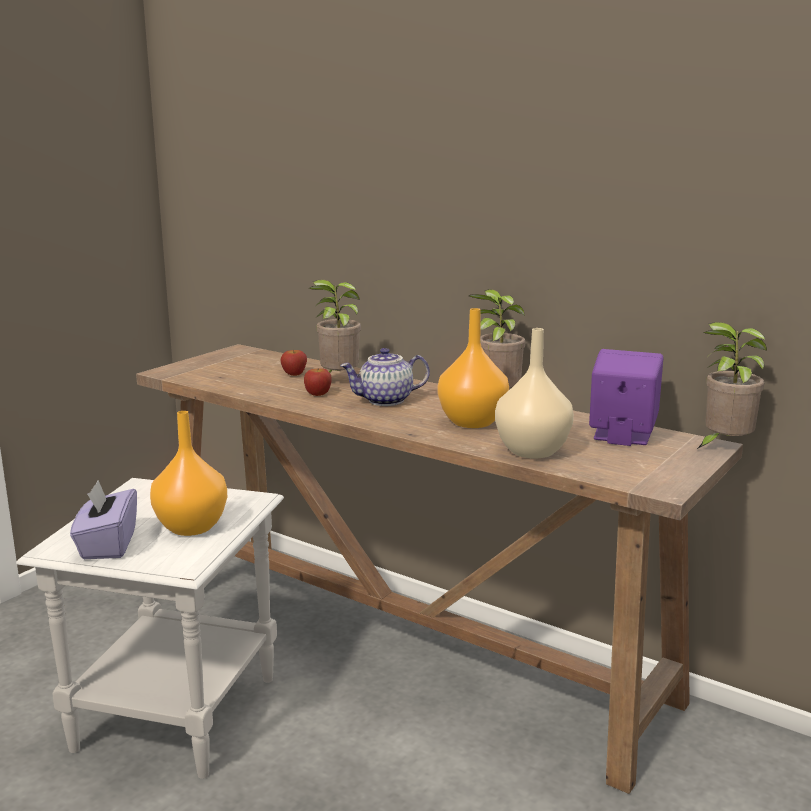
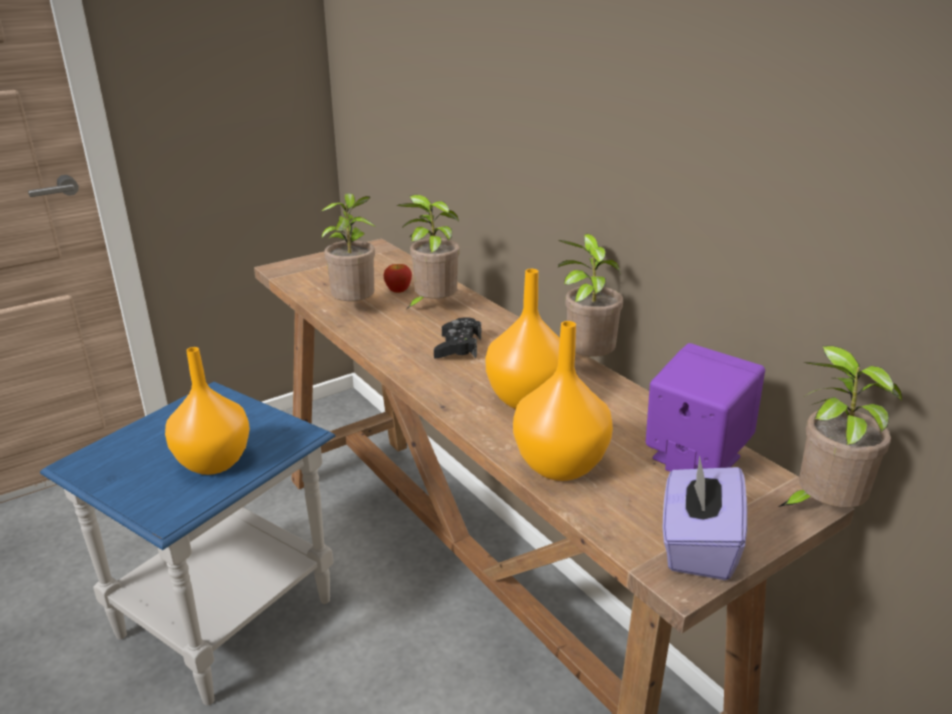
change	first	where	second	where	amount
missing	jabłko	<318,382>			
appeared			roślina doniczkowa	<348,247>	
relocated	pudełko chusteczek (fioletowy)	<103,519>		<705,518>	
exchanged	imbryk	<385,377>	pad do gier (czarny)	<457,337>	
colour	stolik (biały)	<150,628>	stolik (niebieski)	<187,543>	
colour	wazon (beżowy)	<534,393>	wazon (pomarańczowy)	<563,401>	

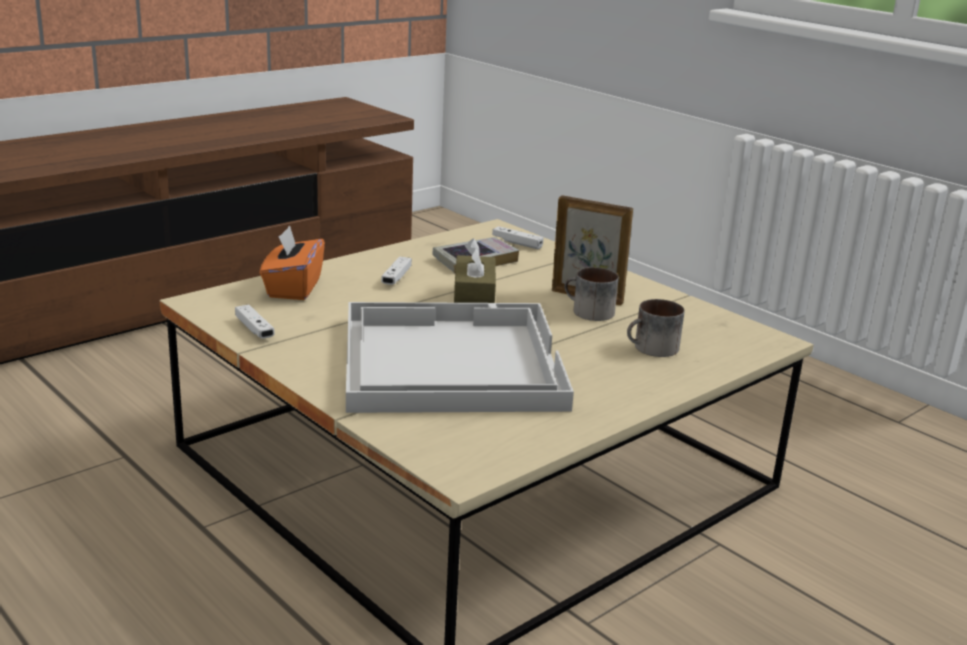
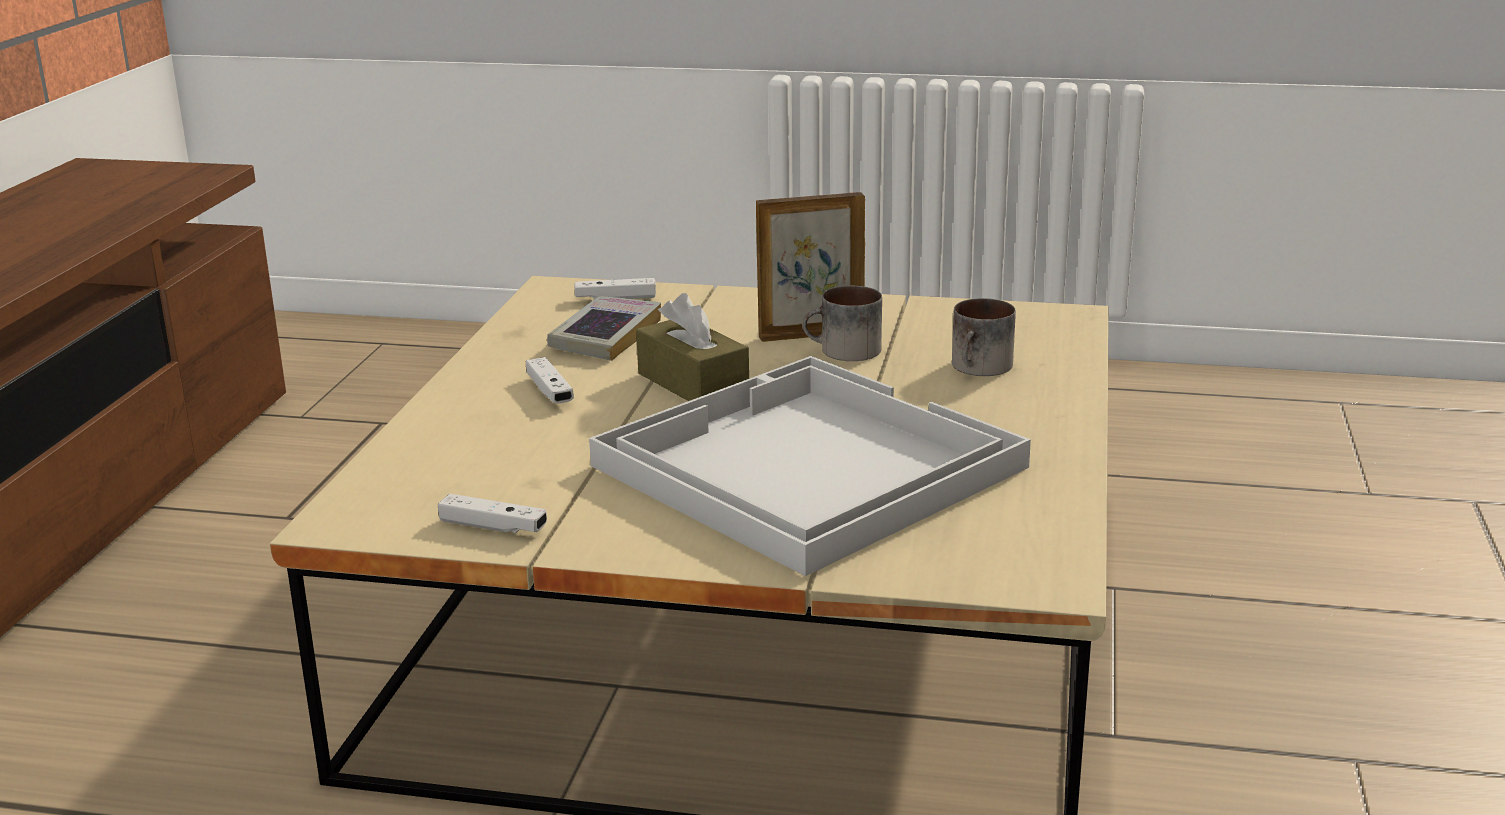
change	first	where	second	where	amount
missing	pudełko chusteczek (pomarańczowy)	<292,262>			

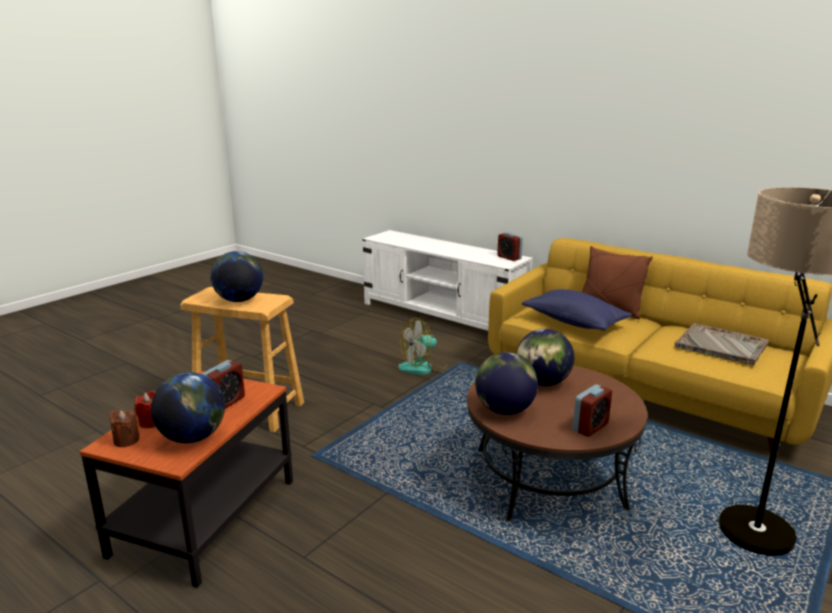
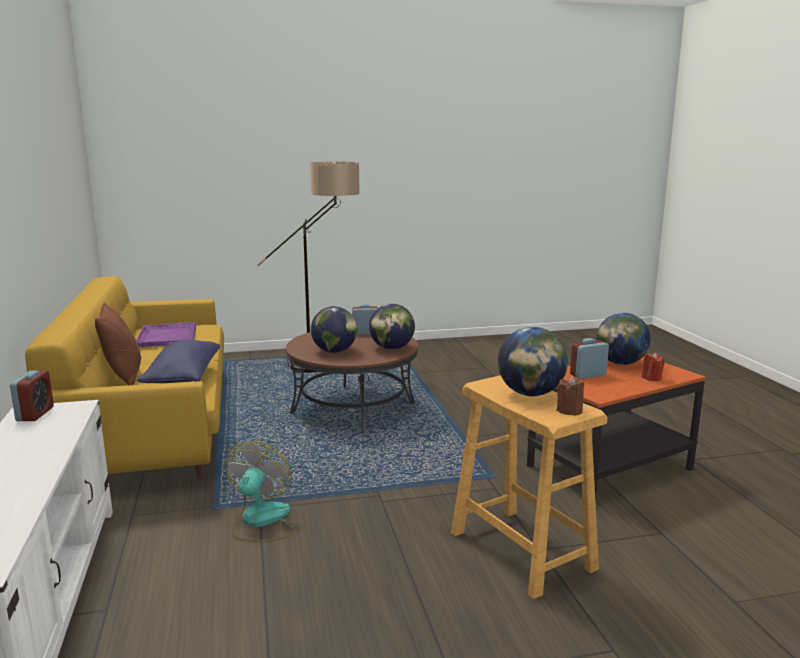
change	first	where	second	where	amount
relocated	świeca (brązowy)	<124,428>		<571,396>	
colour	taca (szary)	<722,344>	taca (fioletowy)	<166,334>	
spun	wentylator	<422,346>		<260,491>	90 degrees counterclockwise

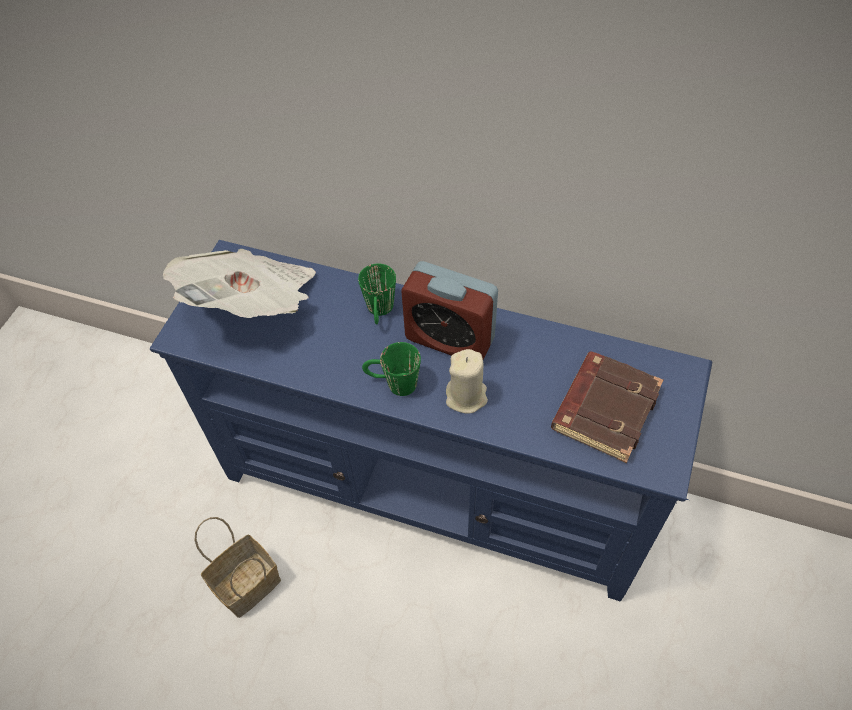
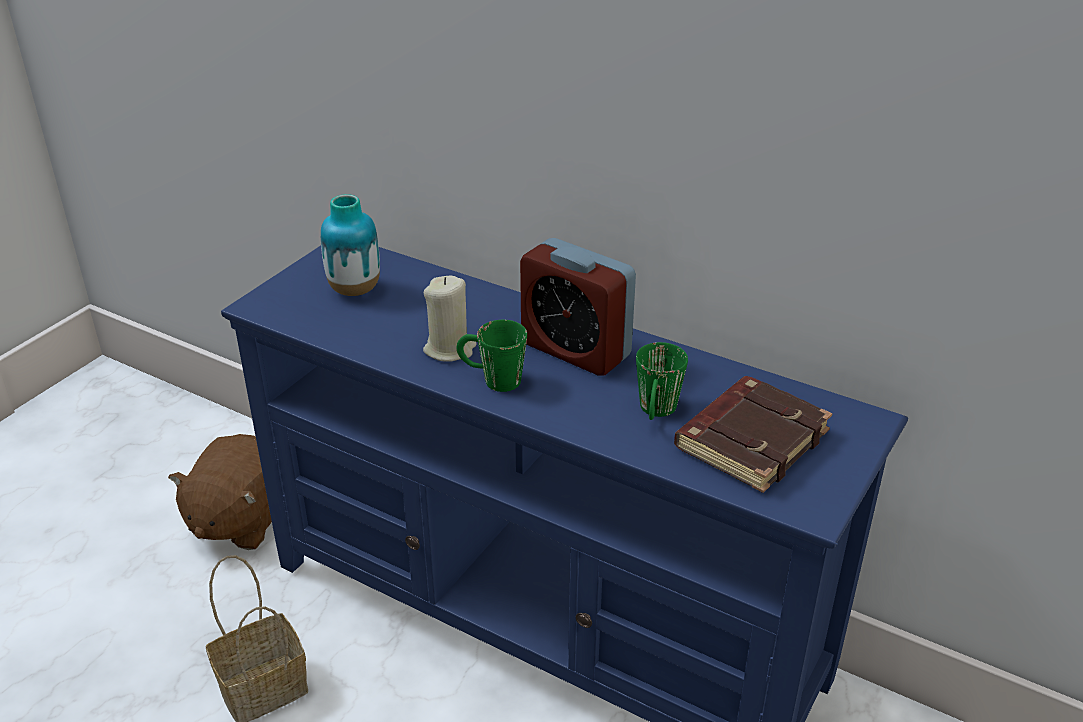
change	first	where	second	where	amount
appeared			pluszak (brązowy)	<220,492>	
relocated	kubek (zielony)	<377,294>		<662,381>	
relocated	świeca (beżowy)	<467,381>		<449,318>	
exchanged	gazeta	<239,283>	wazon	<350,245>	

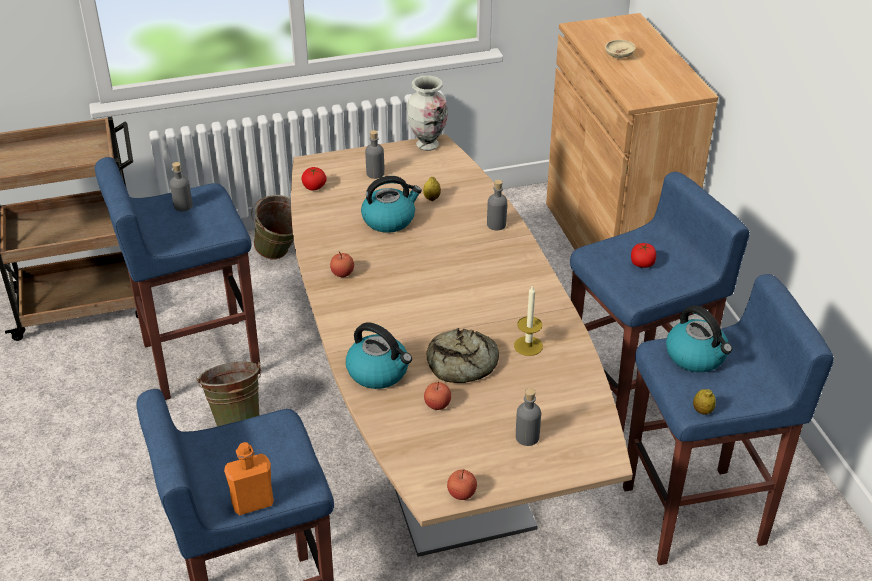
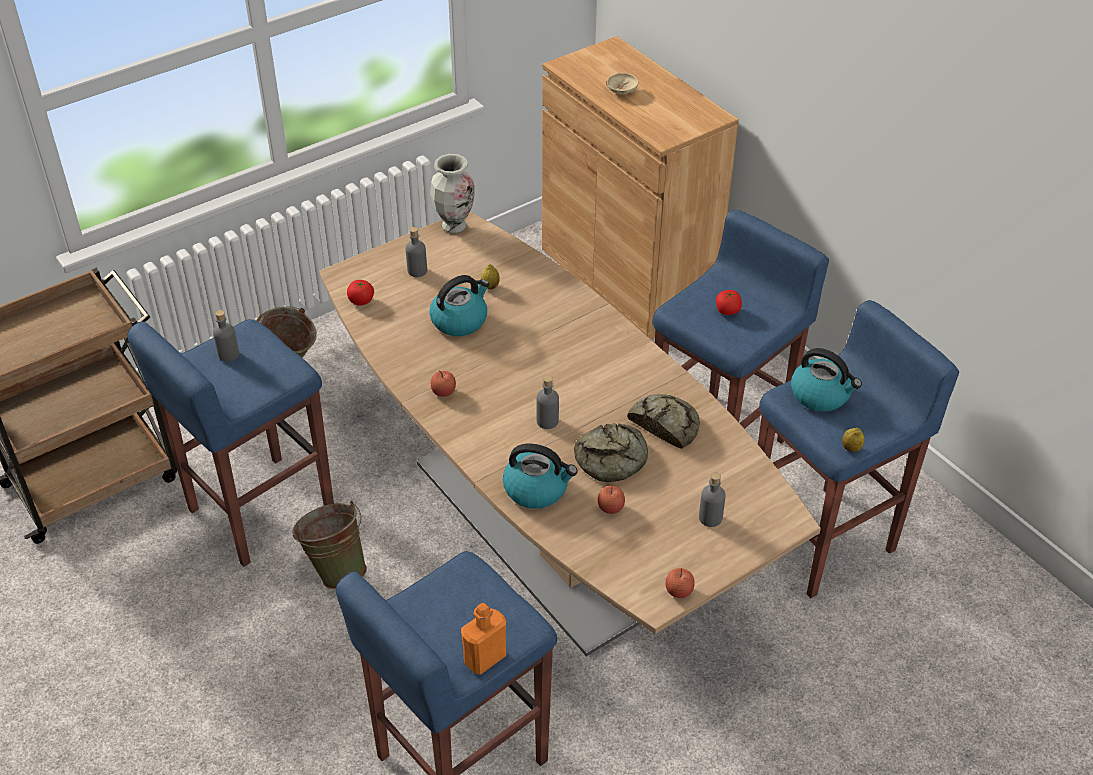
change	first	where	second	where	amount
relocated	butelka (szary)	<497,205>		<547,402>	
exchanged	świeca	<528,320>	chleb	<663,421>	

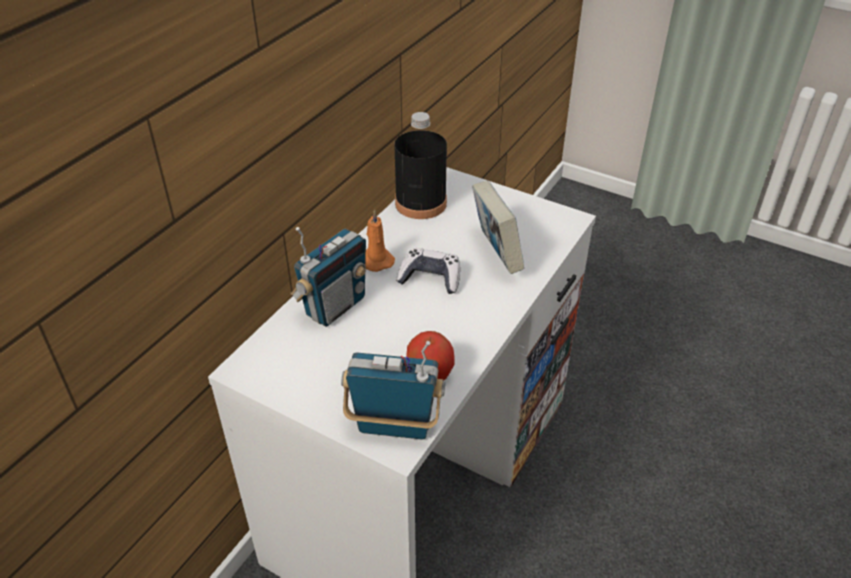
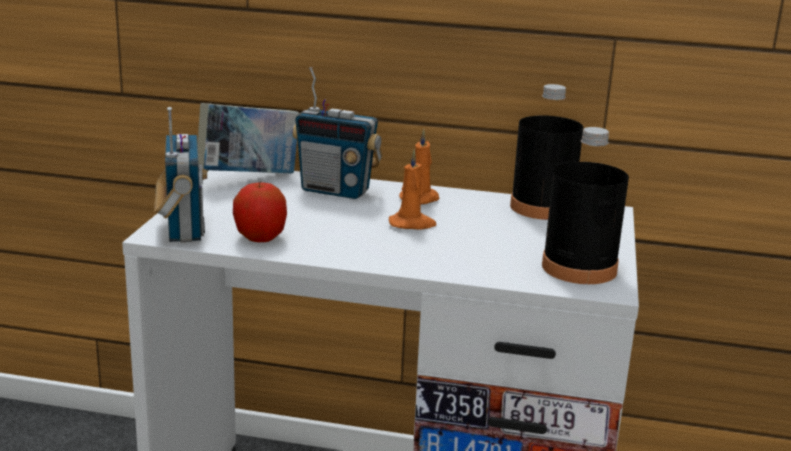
change	first	where	second	where	amount
appeared			butelka (czarny)	<585,205>	
relocated	książka	<498,227>		<248,138>	
exchanged	pad do gier	<428,271>	świeca (pomarańczowy)	<413,189>	

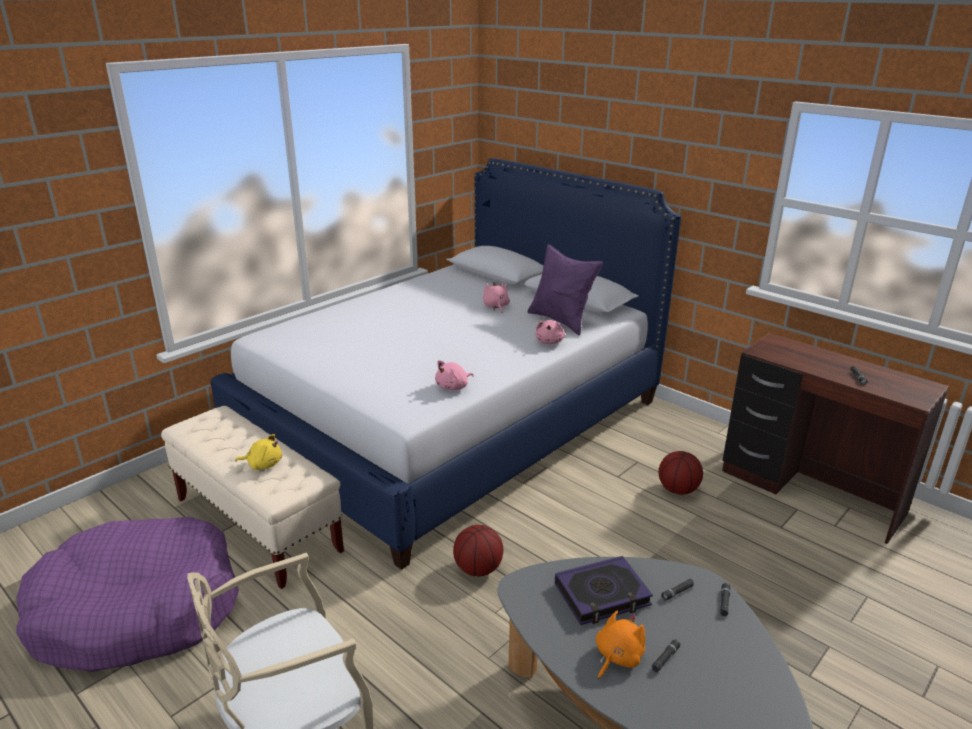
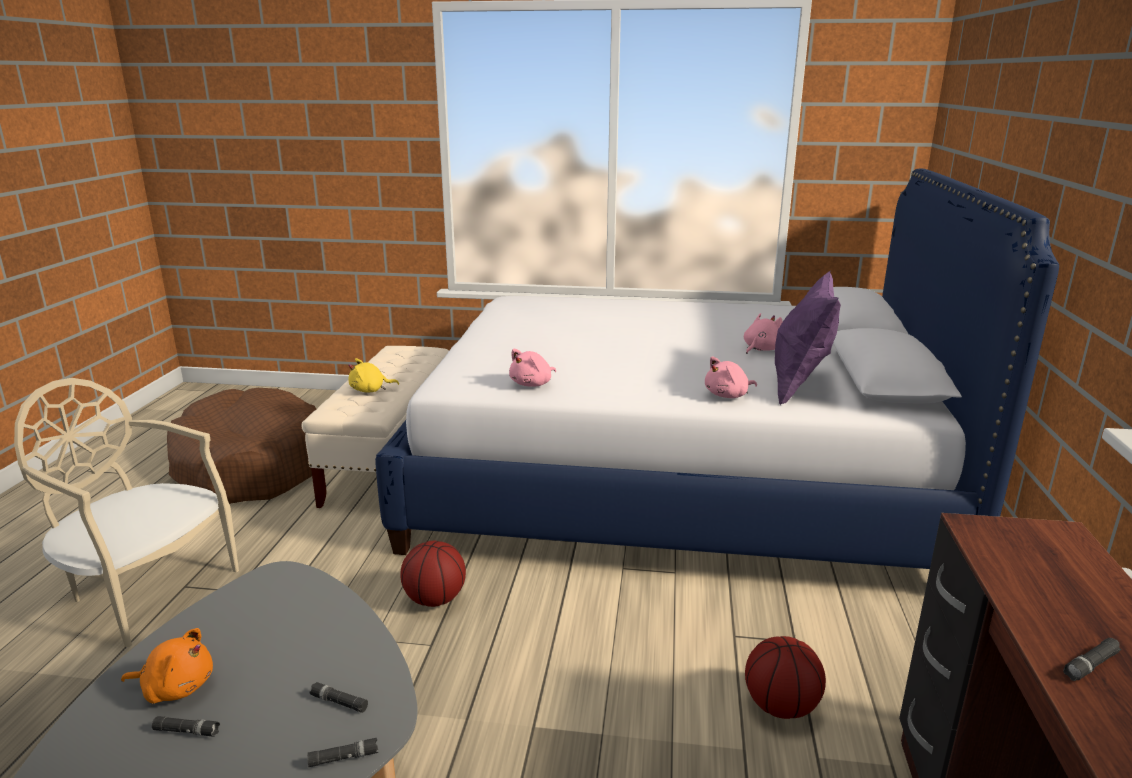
change	first	where	second	where	amount
missing	książka	<604,590>			
colour	legowisko (fioletowy)	<127,594>	legowisko (brązowy)	<241,446>	
spun	pluszak (żółty)	<258,452>		<373,375>	105 degrees clockwise
spun	pluszak (różowy)	<454,375>		<532,368>	60 degrees counterclockwise

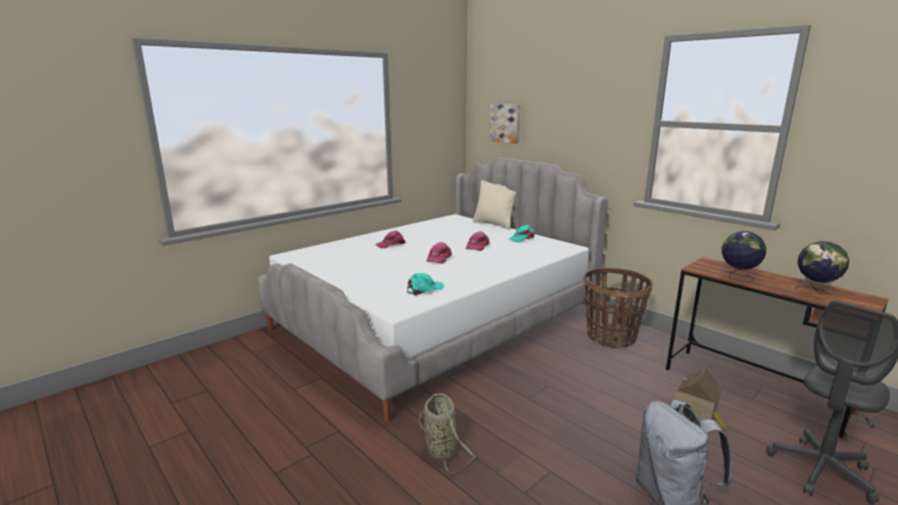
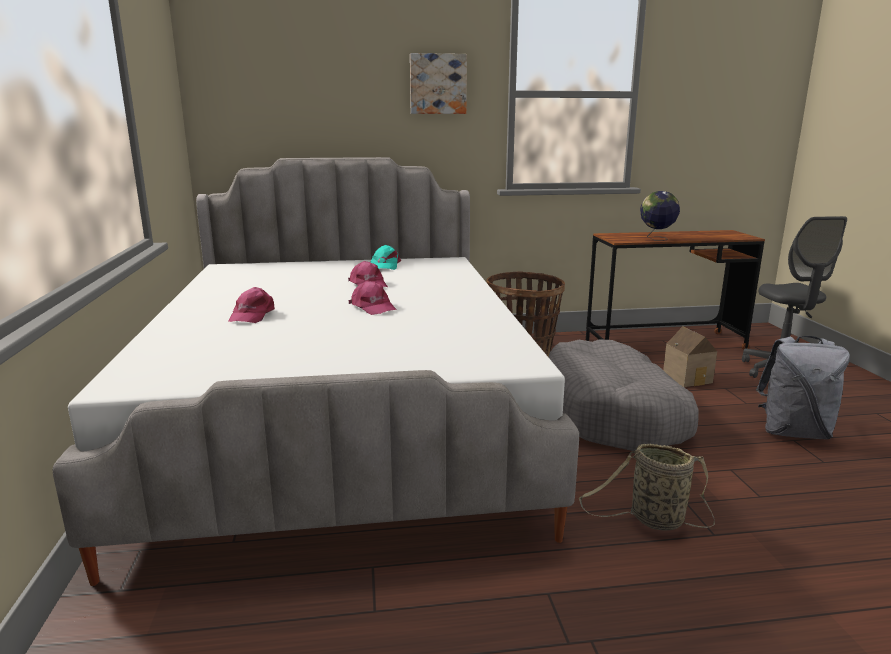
change	first	where	second	where	amount
missing	czapka z daszkiem (turkusowy)	<425,284>			
missing	poduszka (beżowy)	<495,204>			
missing	globus	<822,267>			
appeared			legowisko (szary)	<624,395>	
relocated	obraz	<505,123>		<438,83>	

